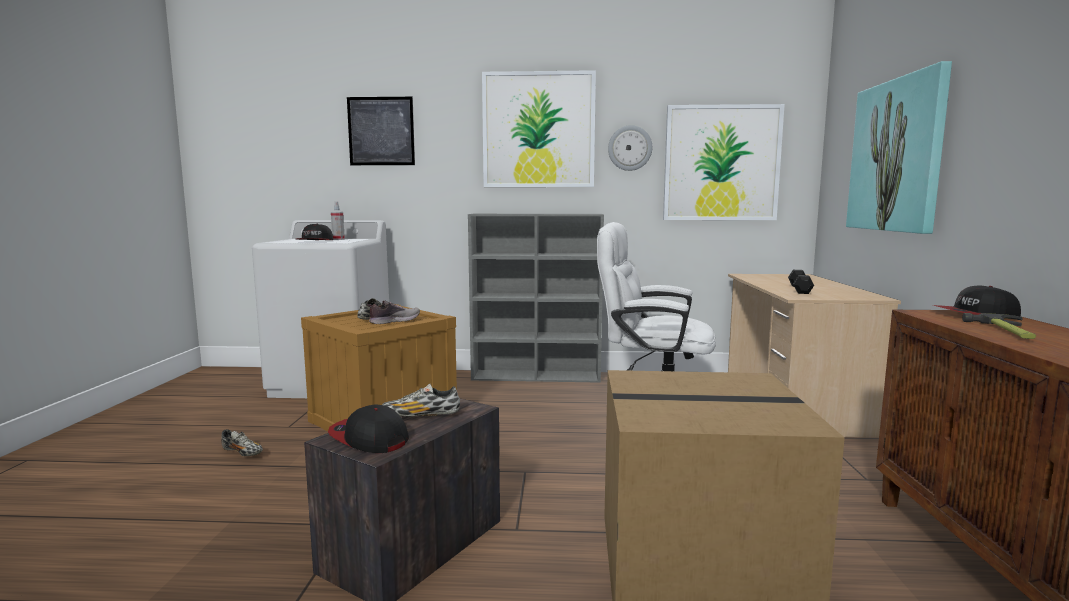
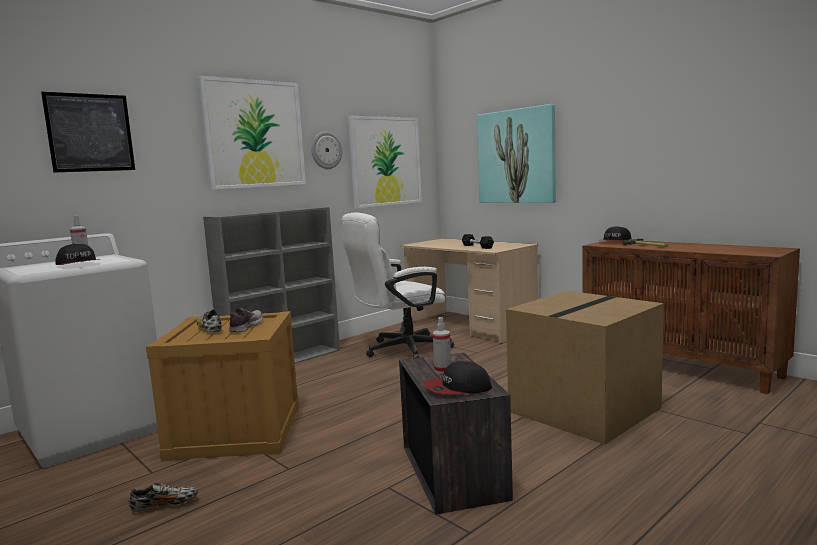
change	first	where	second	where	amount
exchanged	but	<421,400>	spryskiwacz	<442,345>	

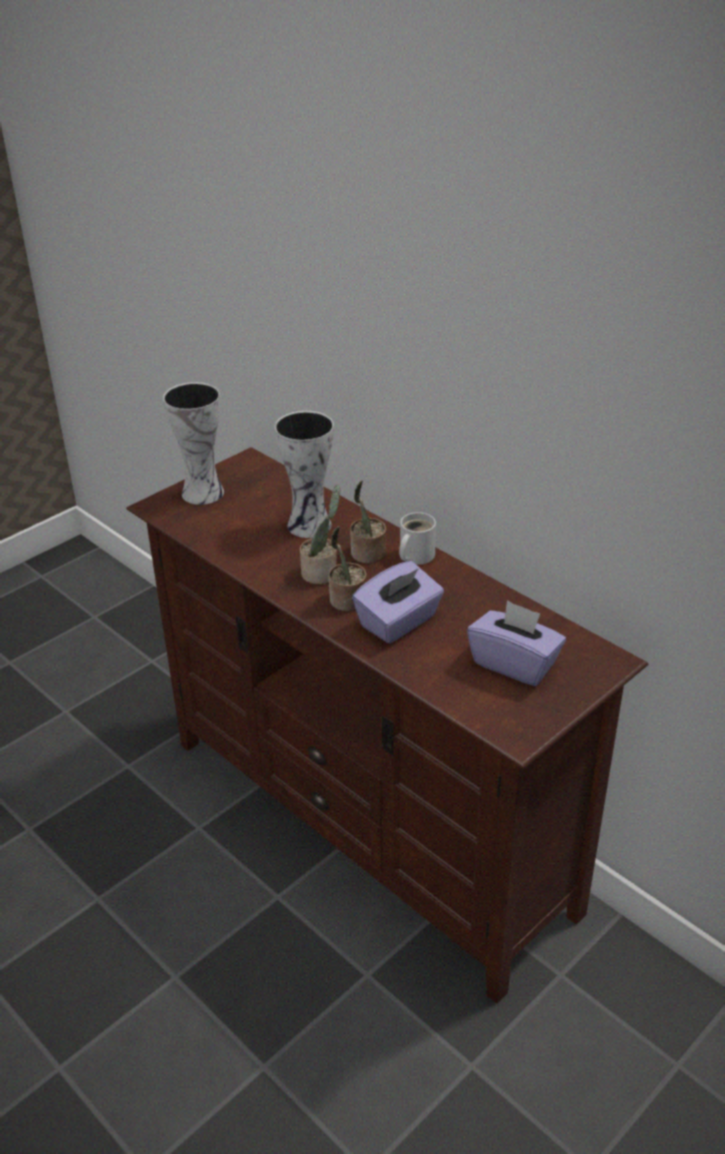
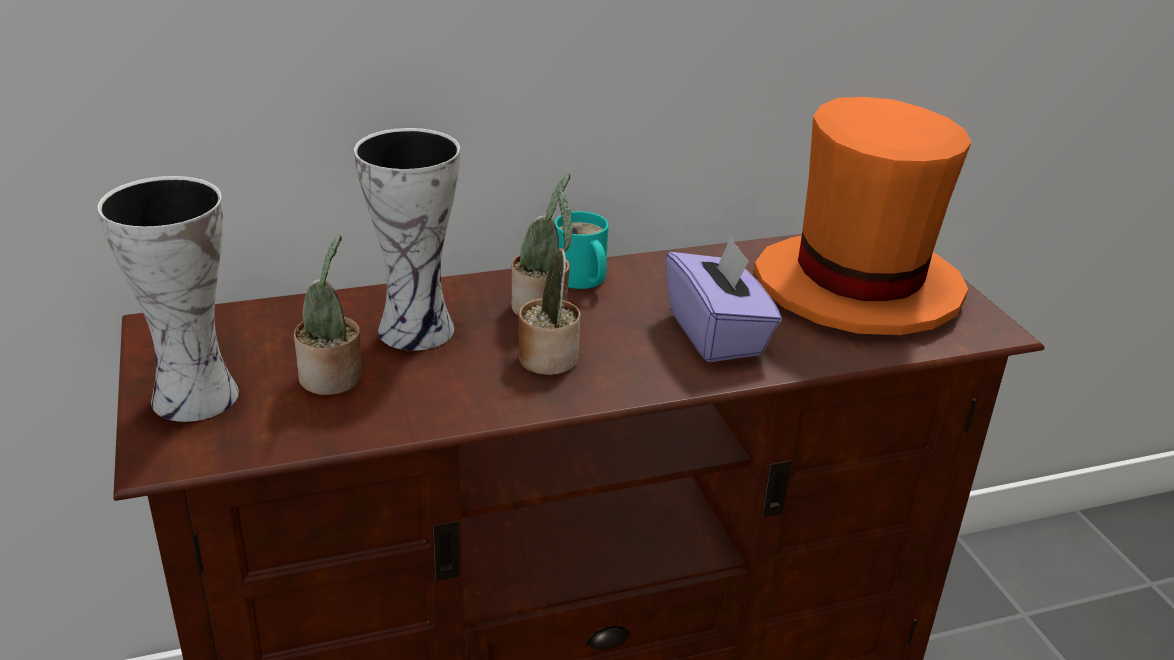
change	first	where	second	where	amount
relocated	roślina doniczkowa	<347,569>		<328,315>	
exchanged	pudełko chusteczek (fioletowy)	<516,643>	kapelusz (pomarańczowy)	<862,216>	
colour	kubek (biały)	<417,538>	kubek (turkusowy)	<582,250>	

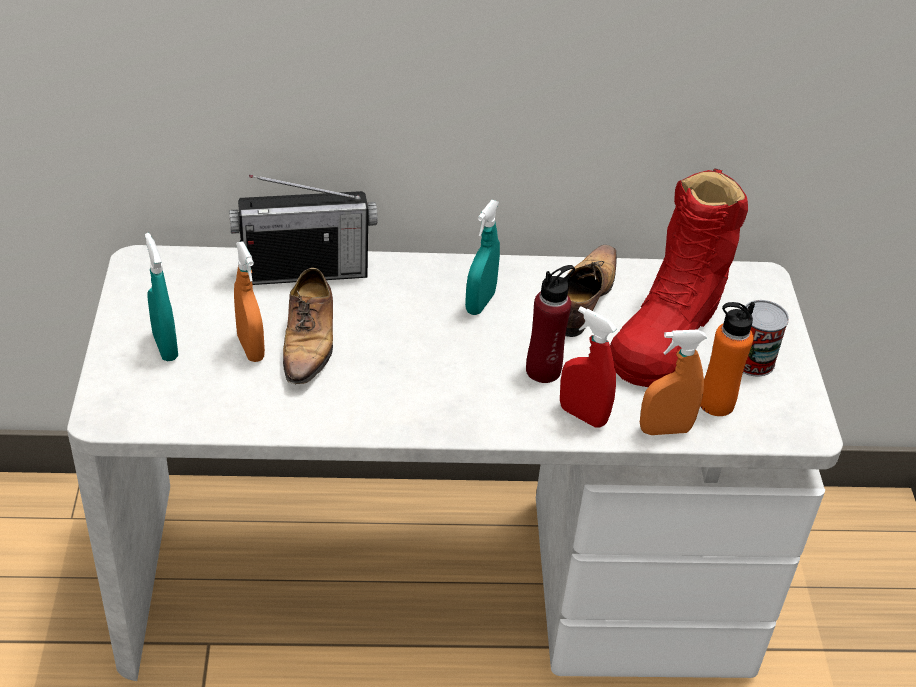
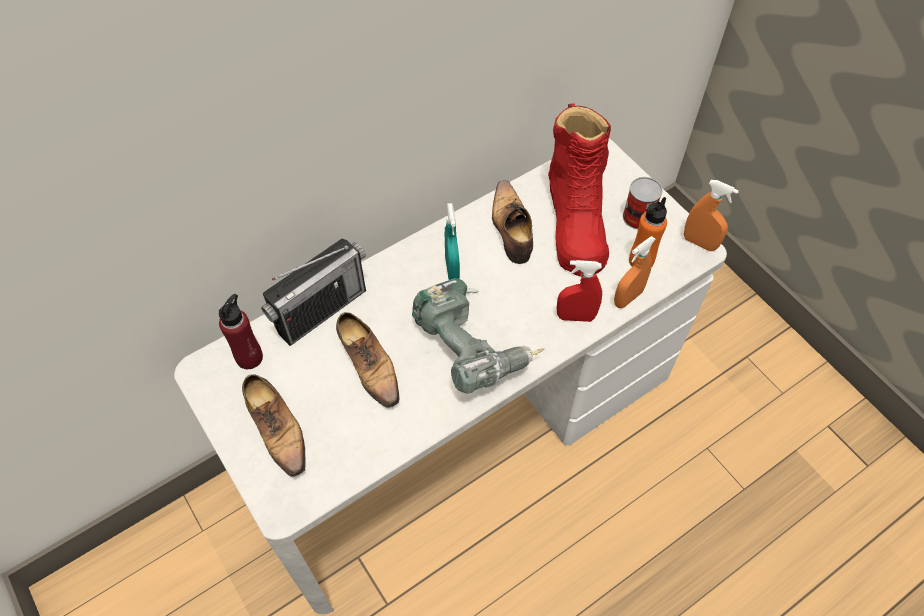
change	first	where	second	where	amount
appeared			wiertarka	<478,336>	
relocated	spryskiwacz (pomarańczowy)	<249,301>		<711,215>	
relocated	butelka (czerwony)	<550,324>		<241,331>	
exchanged	spryskiwacz (turkusowy)	<161,297>	but	<274,425>	

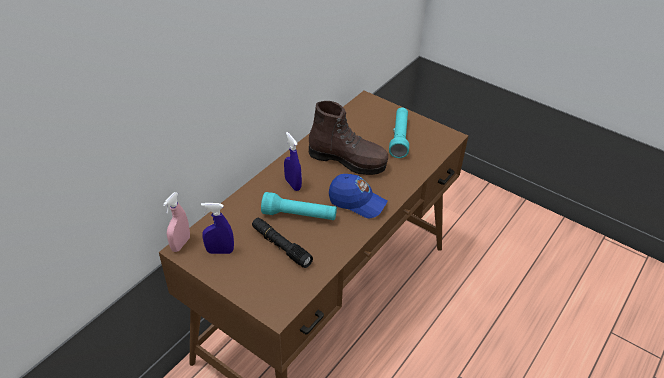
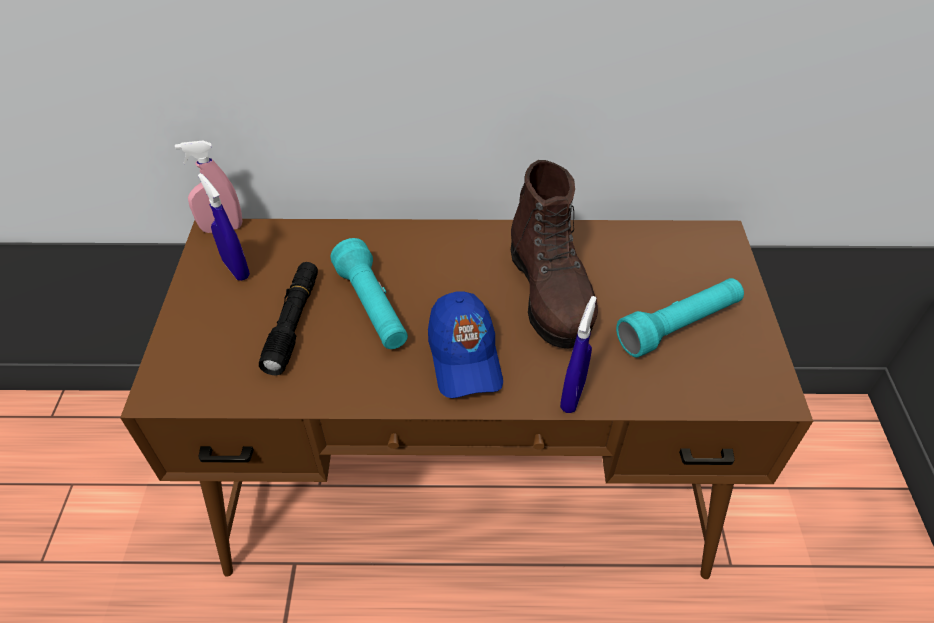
change	first	where	second	where	amount
relocated	spryskiwacz (niebieski)	<293,161>		<578,354>	

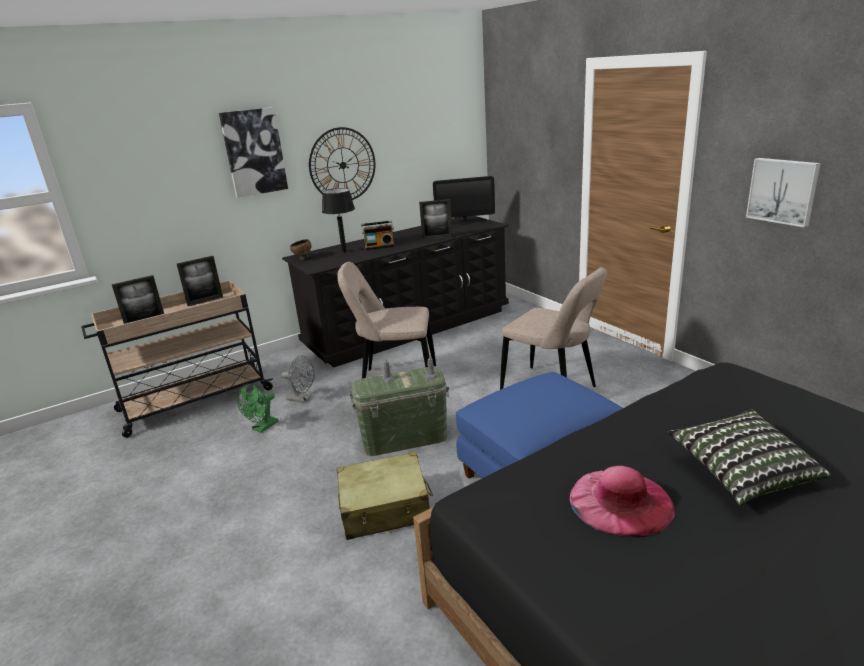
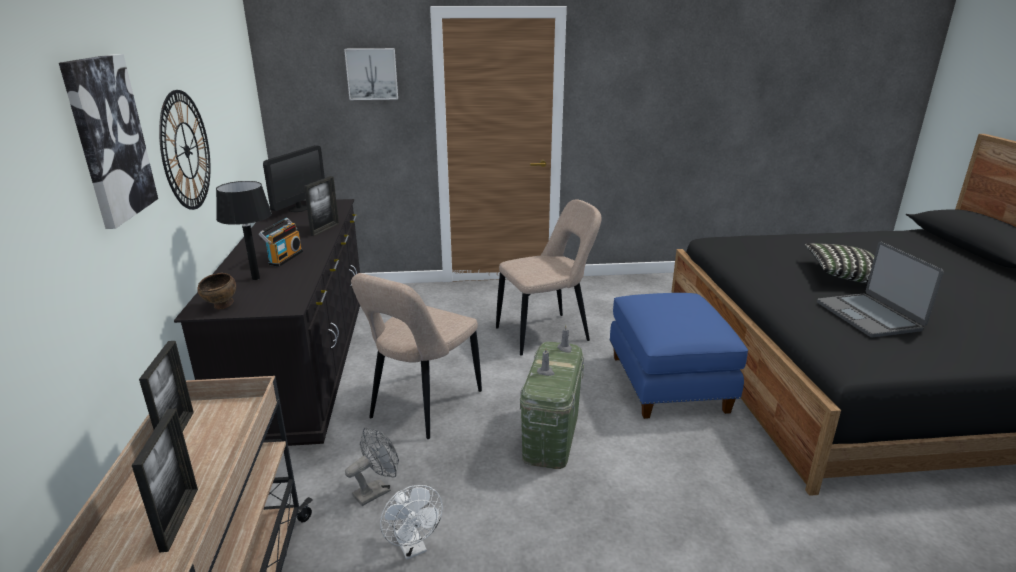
change	first	where	second	where	amount
missing	walizka (beżowy)	<385,496>			
relocated	obraz	<783,192>		<371,74>	
exchanged	kapelusz (różowy)	<622,502>	laptop	<880,289>	
colour	wentylator (zielony)	<258,408>	wentylator (biały)	<411,522>	

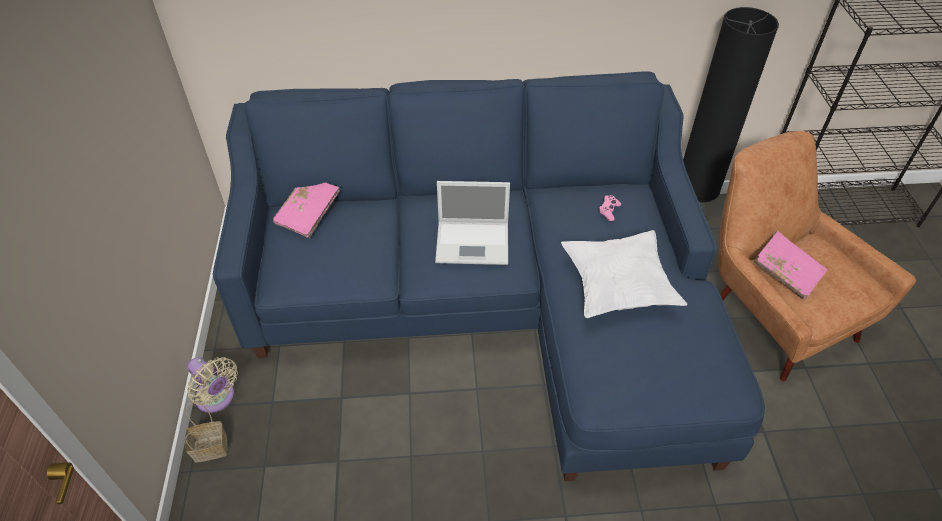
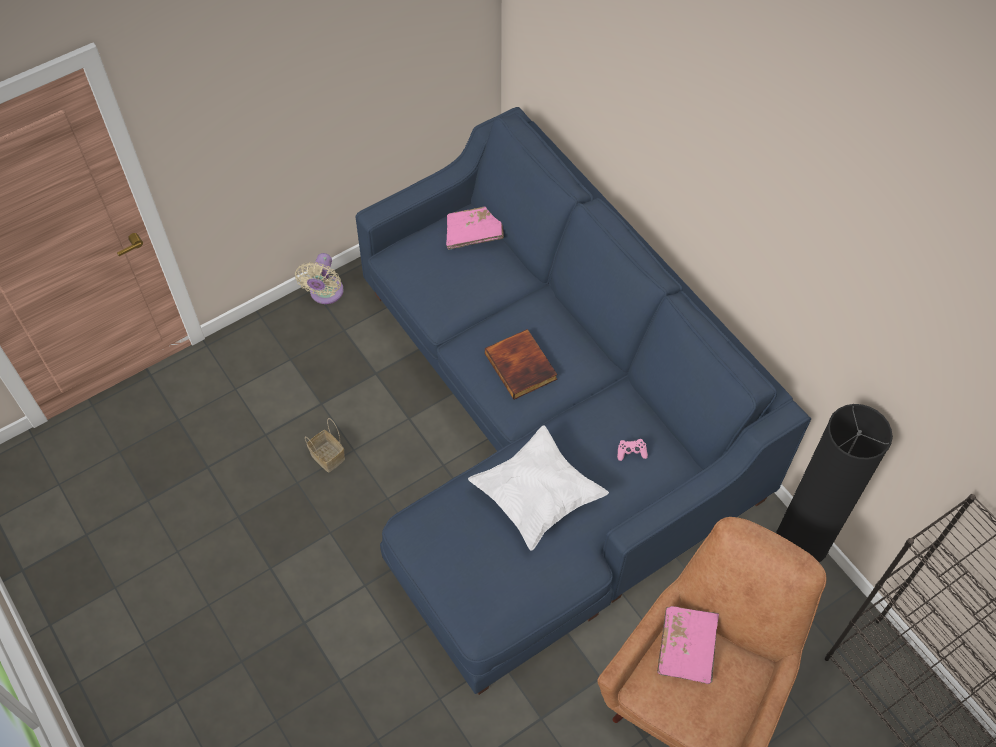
change	first	where	second	where	amount
relocated	koszyk	<206,432>		<325,445>	
exchanged	laptop	<472,223>	książka	<521,364>	

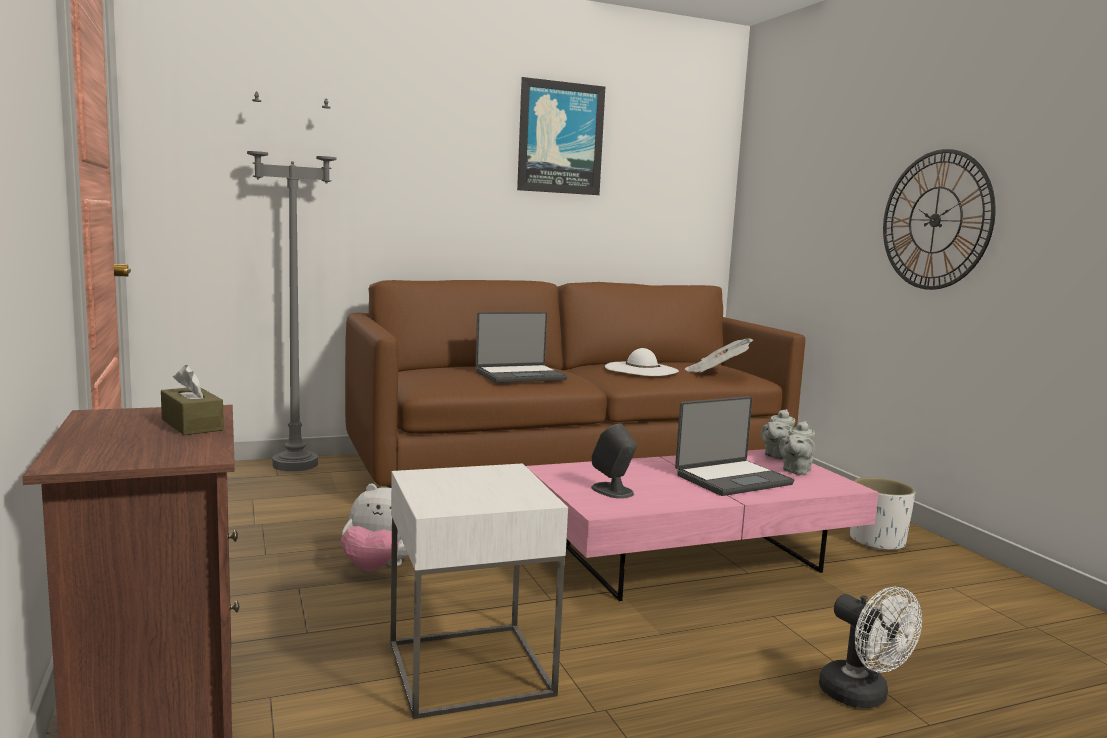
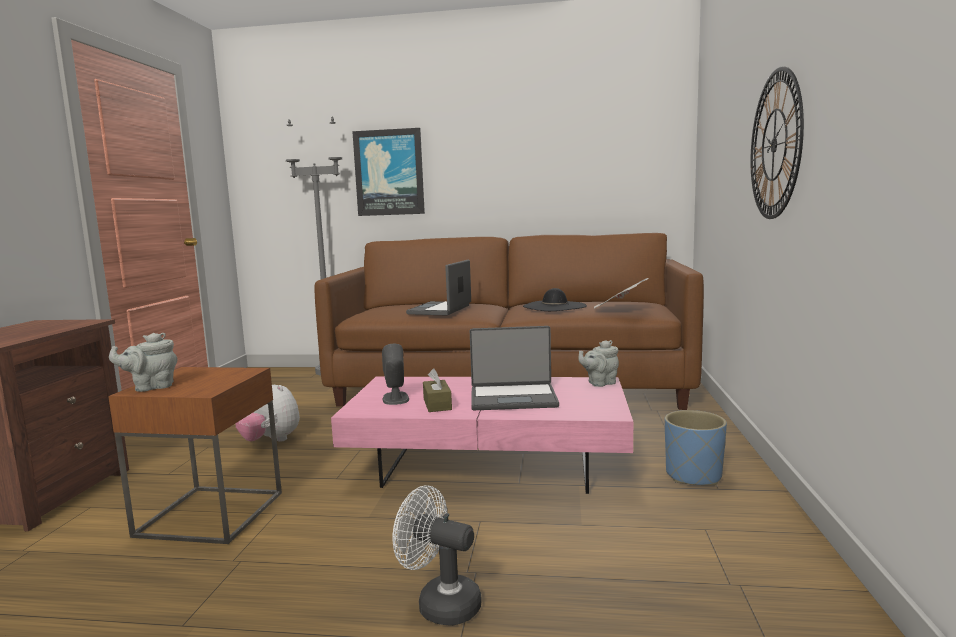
change	first	where	second	where	amount
relocated	pudełko chusteczek (brązowy)	<192,400>		<437,390>	
relocated	obraz	<561,136>		<388,172>	
relocated	imbryk (szary)	<797,448>		<143,362>	
colour	stolik (biały)	<479,591>	stolik (brązowy)	<195,455>	
colour	kapelusz (biały)	<642,362>	kapelusz (czarny)	<555,299>	
colour	donica (biały)	<883,513>	donica (niebieski)	<696,447>	
spun	laptop	<521,347>		<438,287>	105 degrees clockwise
spun	wentylator (biały)	<870,647>		<437,555>	120 degrees clockwise

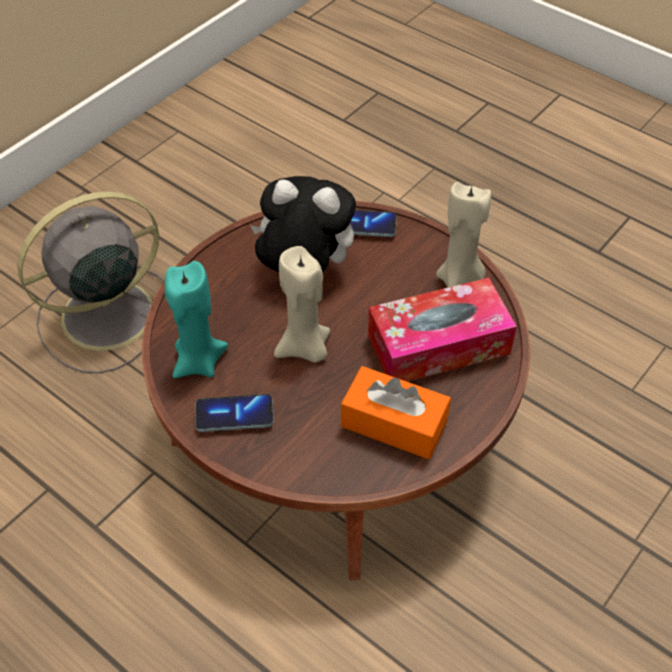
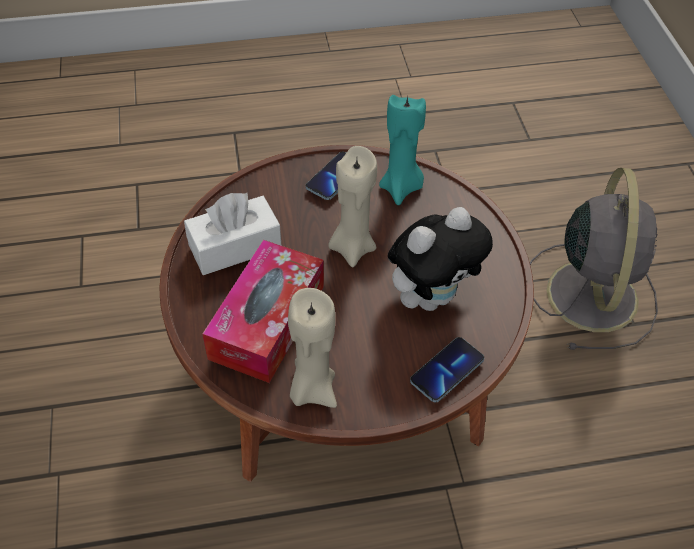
change	first	where	second	where	amount
colour	pudełko chusteczek (pomarańczowy)	<396,412>	pudełko chusteczek (biały)	<233,234>	

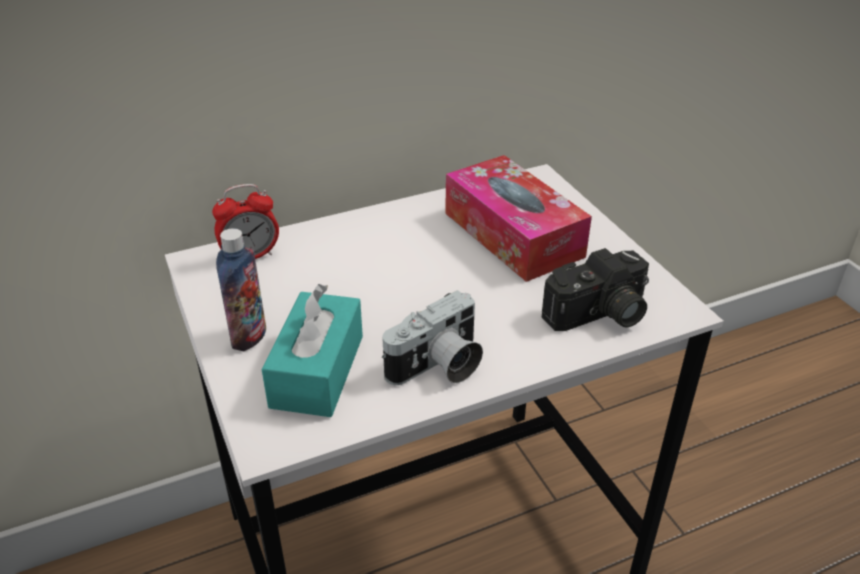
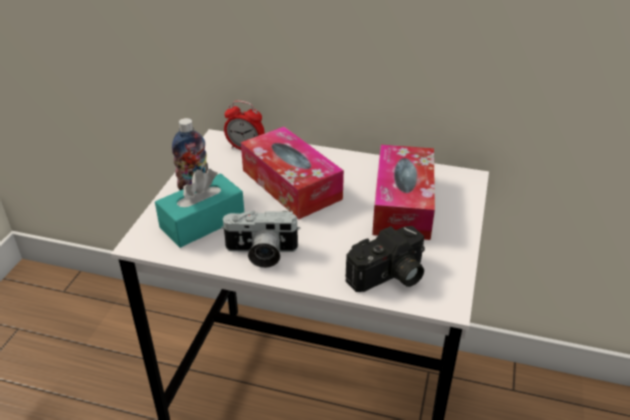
change	first	where	second	where	amount
appeared			pudełko chusteczek	<292,173>	
spun	aparat fotograficzny	<595,289>		<385,259>	45 degrees counterclockwise

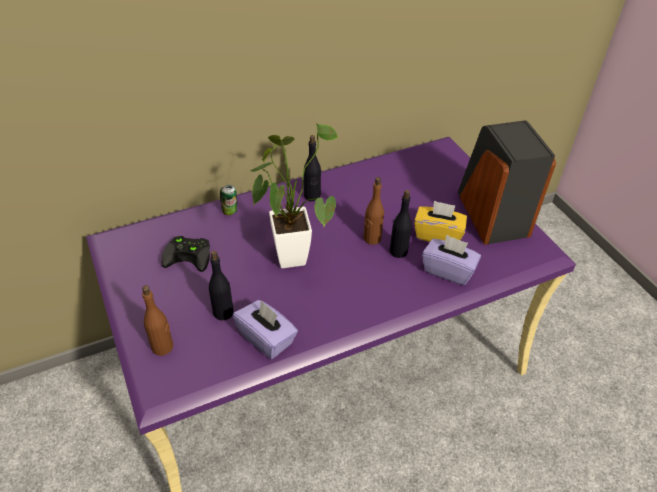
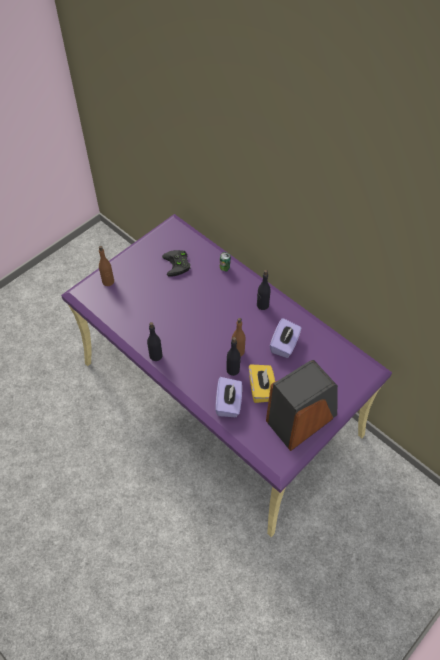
change	first	where	second	where	amount
missing	roślina doniczkowa	<294,195>			
relocated	butelka (czarny)	<221,285>		<155,341>	
relocated	pudełko chusteczek (fioletowy)	<265,329>		<285,338>	

